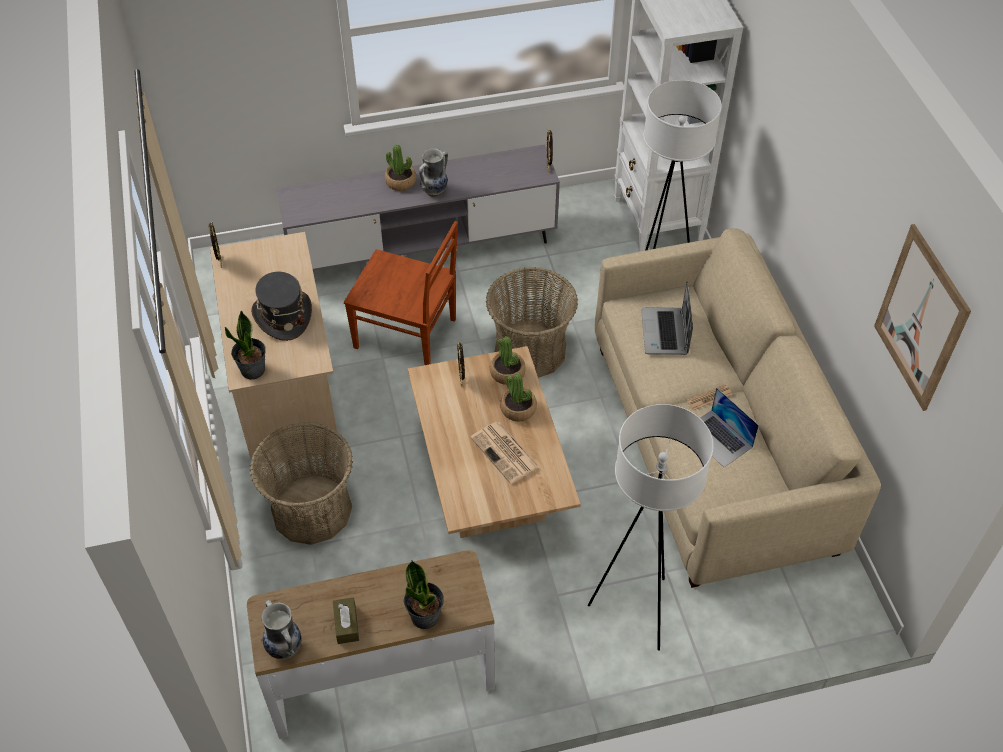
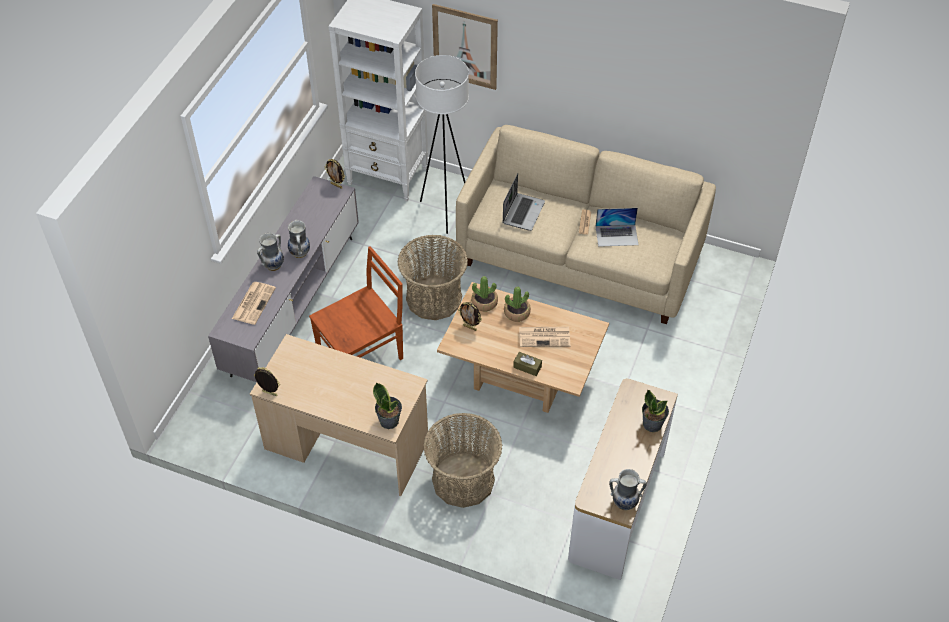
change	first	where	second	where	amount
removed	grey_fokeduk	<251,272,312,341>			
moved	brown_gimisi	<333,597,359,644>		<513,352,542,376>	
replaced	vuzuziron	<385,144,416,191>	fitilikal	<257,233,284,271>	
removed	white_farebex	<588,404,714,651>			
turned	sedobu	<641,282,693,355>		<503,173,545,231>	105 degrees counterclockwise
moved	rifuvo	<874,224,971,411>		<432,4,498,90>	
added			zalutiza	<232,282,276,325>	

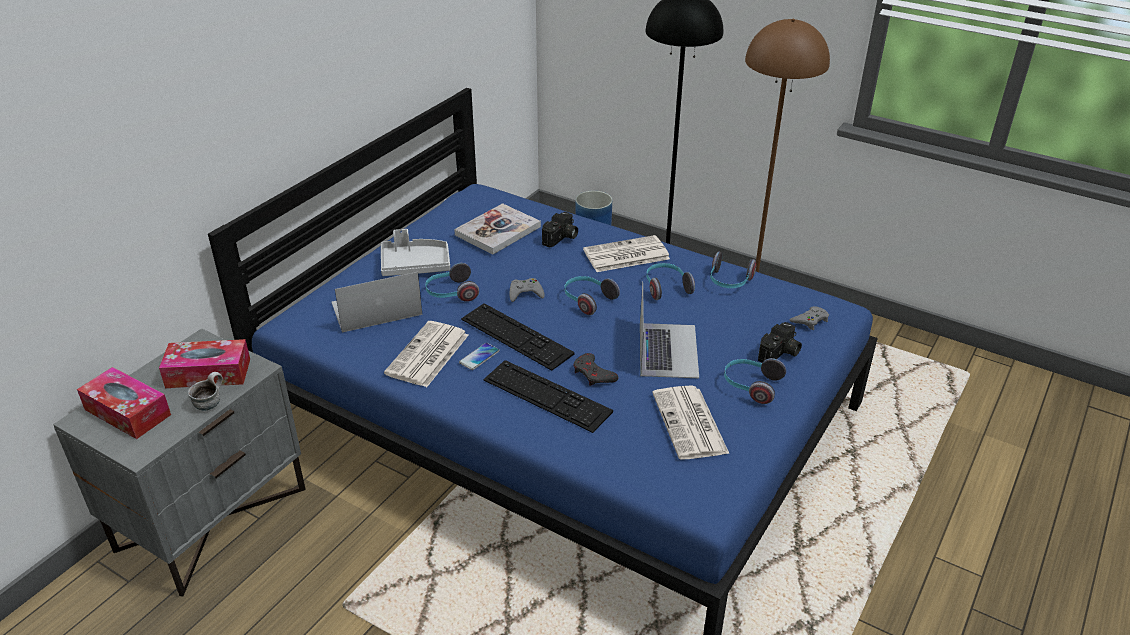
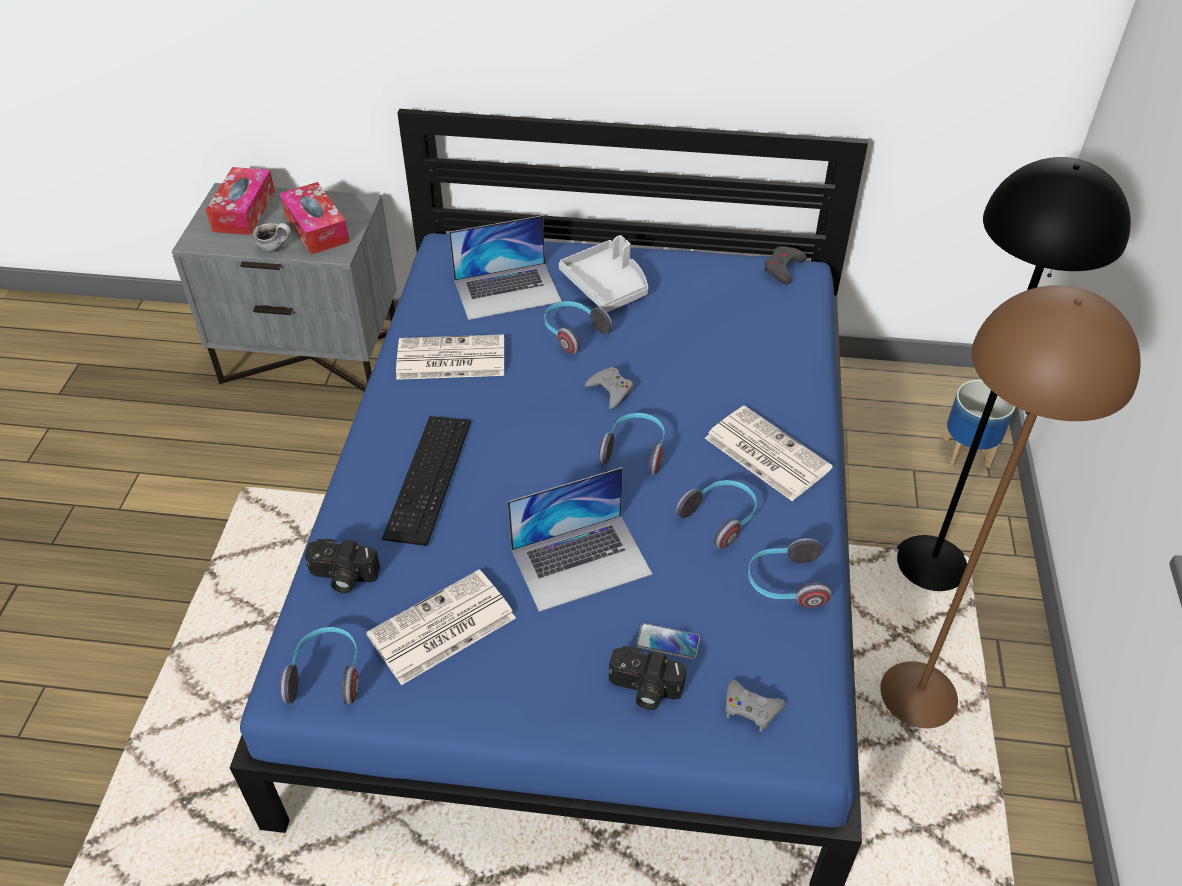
change	first	where	second	where	amount
turned	sedobu	<331,272,422,333>		<449,215,562,320>	120 degrees clockwise
removed	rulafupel	<454,203,541,254>			
moved	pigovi	<459,343,499,370>		<636,623,700,659>	
removed	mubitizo	<461,303,574,371>			
moved	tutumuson	<542,212,578,248>		<304,539,380,593>	
moved	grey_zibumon	<573,353,619,386>		<764,246,807,284>	
moved	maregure	<724,358,786,404>		<280,627,359,705>	

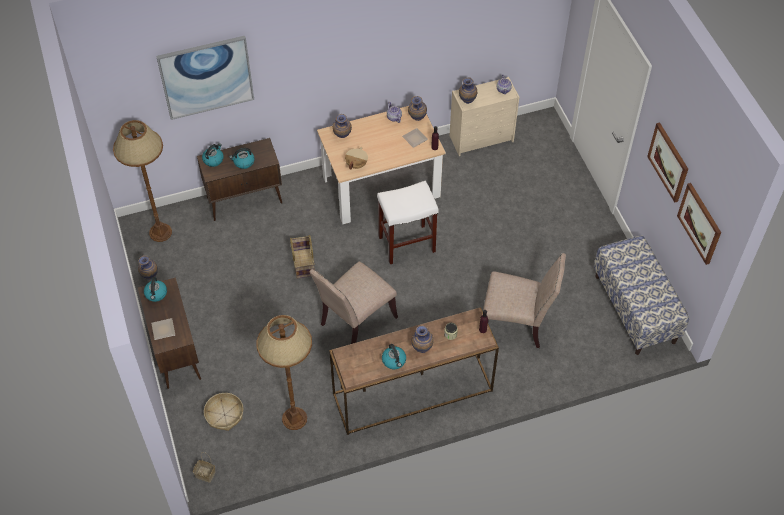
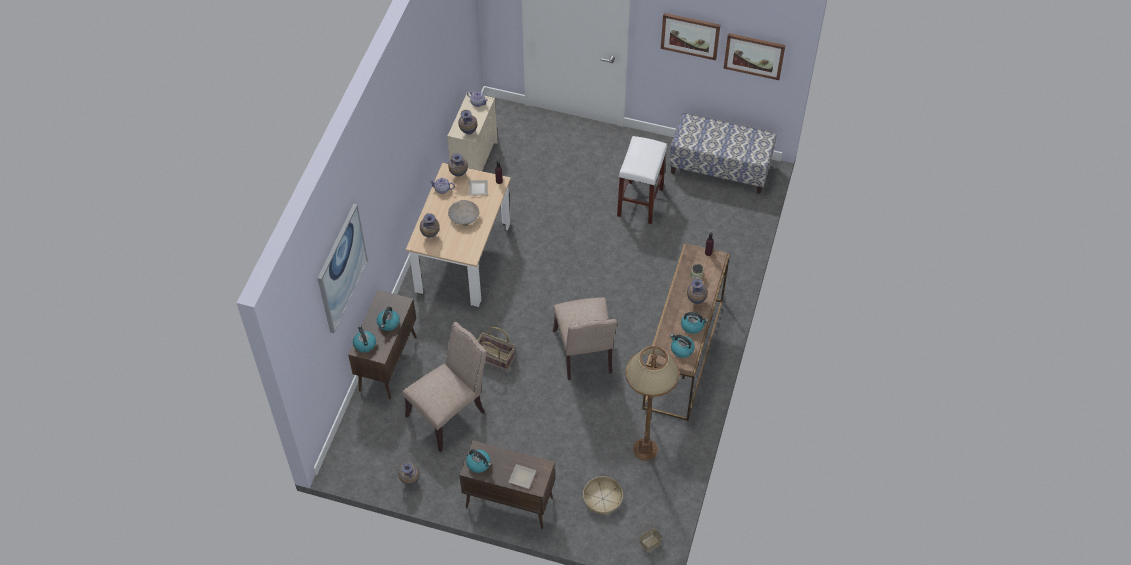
change	first	where	second	where	amount
removed	brown_farebex	<113,120,172,242>			
removed	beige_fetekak	<345,147,368,170>			
moved	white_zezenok	<377,181,439,264>		<617,136,667,224>	
moved	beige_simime	<483,253,566,348>		<403,322,487,452>	
added			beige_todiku	<448,200,479,226>	
added			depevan	<670,334,695,358>	

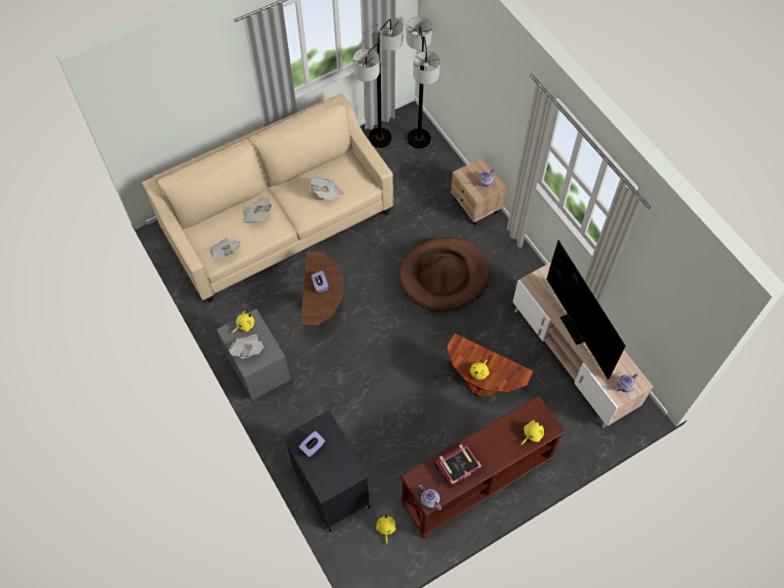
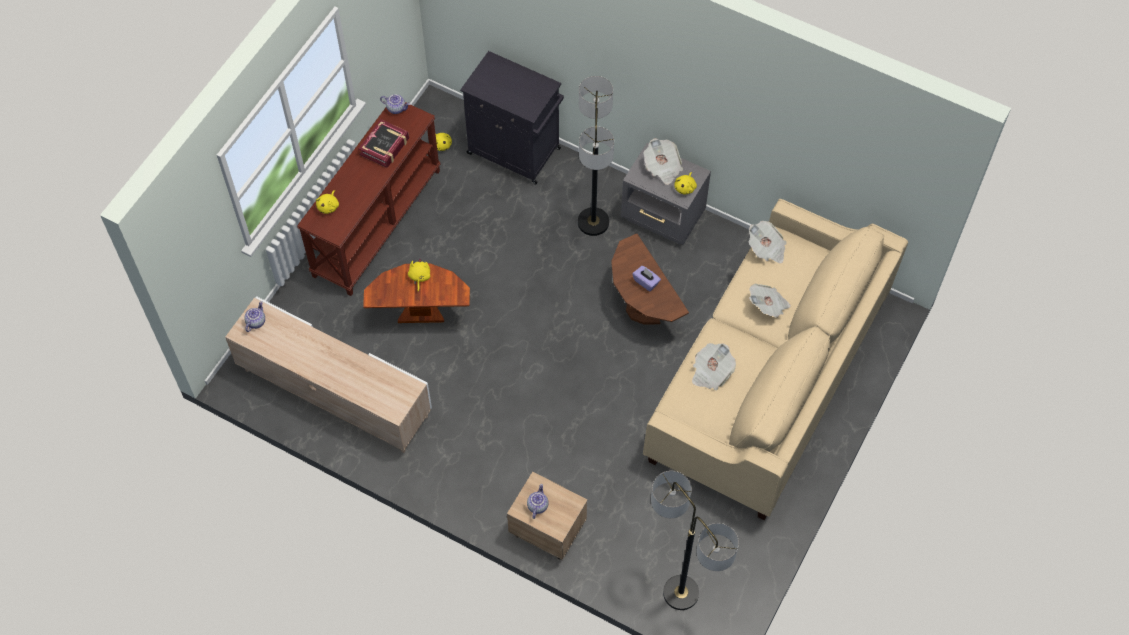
change	first	where	second	where	amount
removed	purple_gimisi	<299,431,325,457>			
moved	farebex	<353,19,403,148>		<578,76,614,236>	
removed	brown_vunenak	<399,237,491,312>			
removed	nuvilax	<547,240,626,379>			

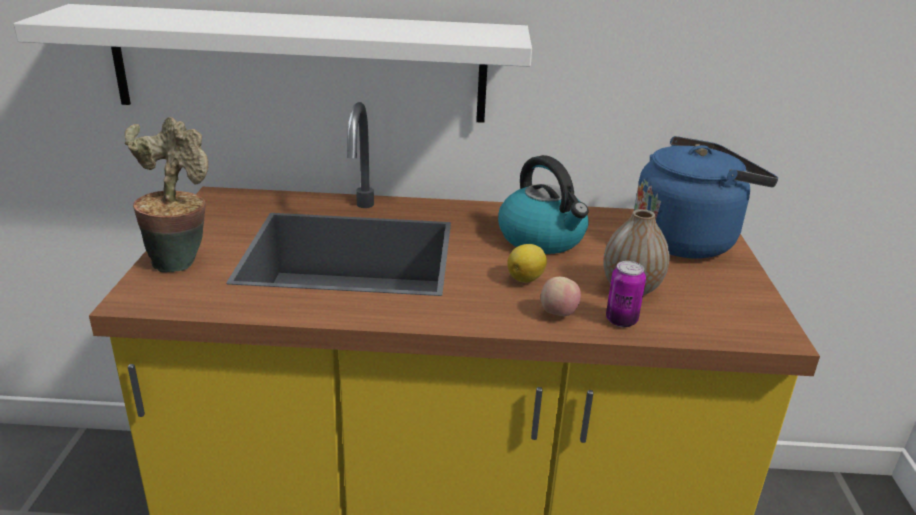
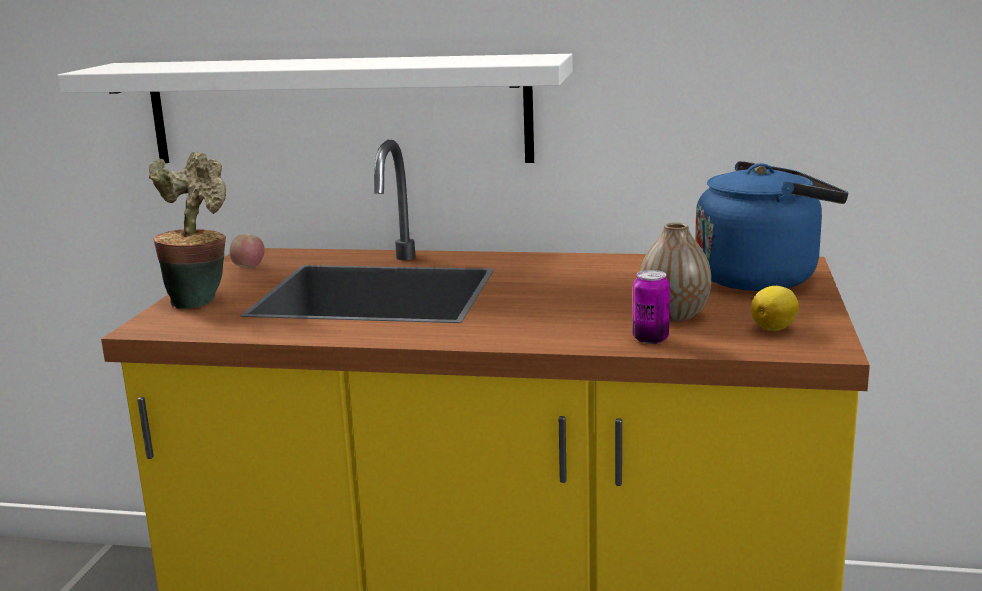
change	first	where	second	where	amount
removed	depevan	<498,155,589,254>			
moved	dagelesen	<507,244,547,283>		<751,286,799,331>	
moved	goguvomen	<541,277,581,316>		<230,234,265,268>	

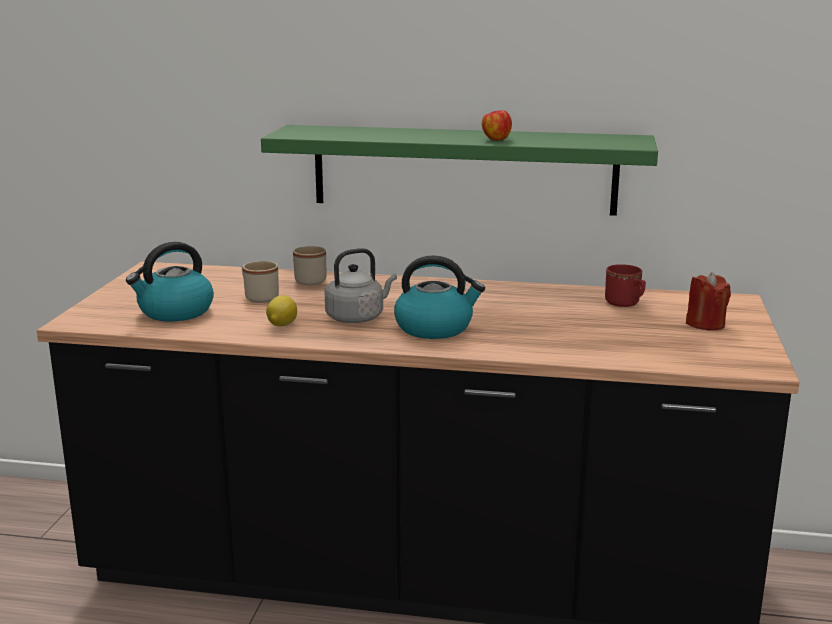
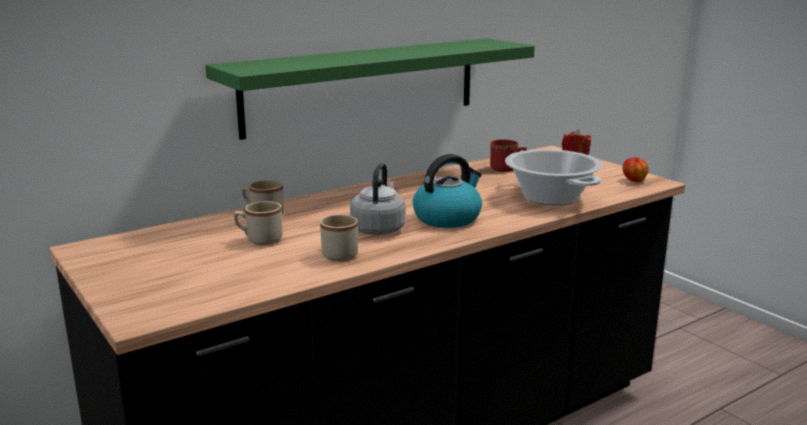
change	first	where	second	where	amount
removed	depevan	<126,242,214,321>			
replaced	dagelesen	<266,295,297,326>	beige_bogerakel	<320,215,358,261>	
moved	goguvomen	<482,110,512,141>		<622,157,648,182>	
added			fetekak	<505,149,603,205>	

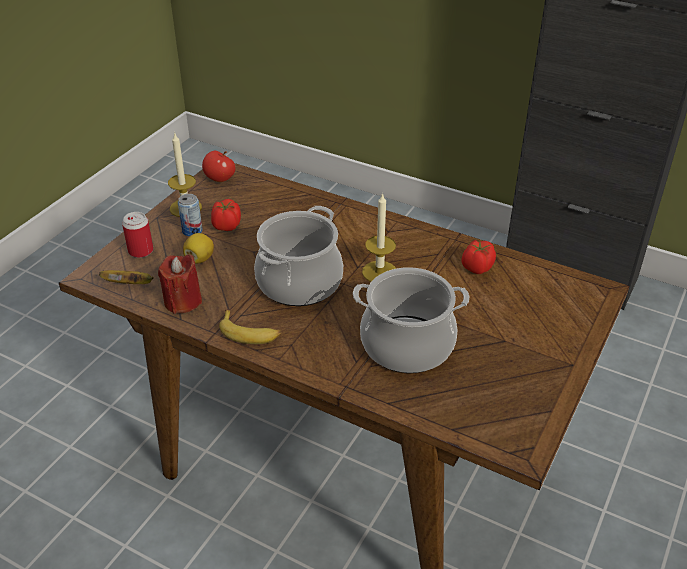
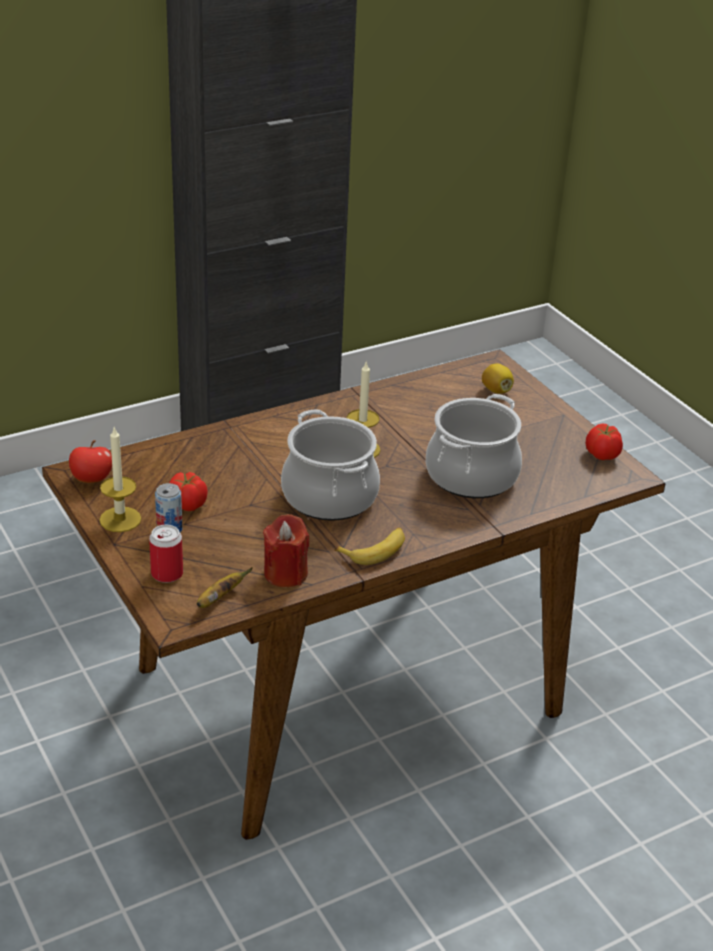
change	first	where	second	where	amount
moved	dagelesen	<183,233,214,264>		<482,363,514,394>	
moved	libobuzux	<461,240,496,274>		<586,424,623,460>	

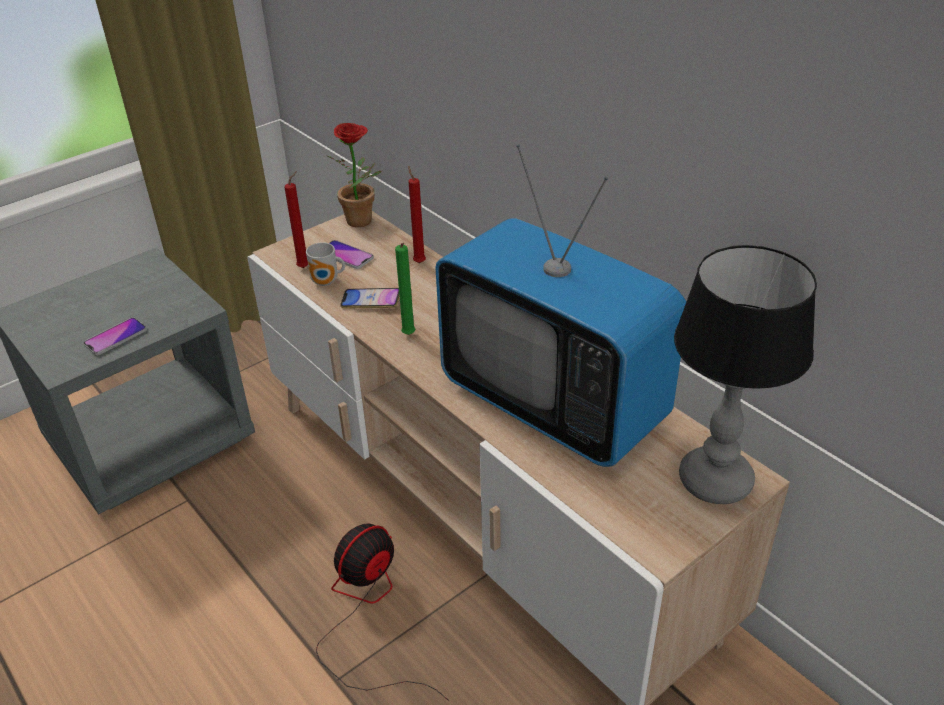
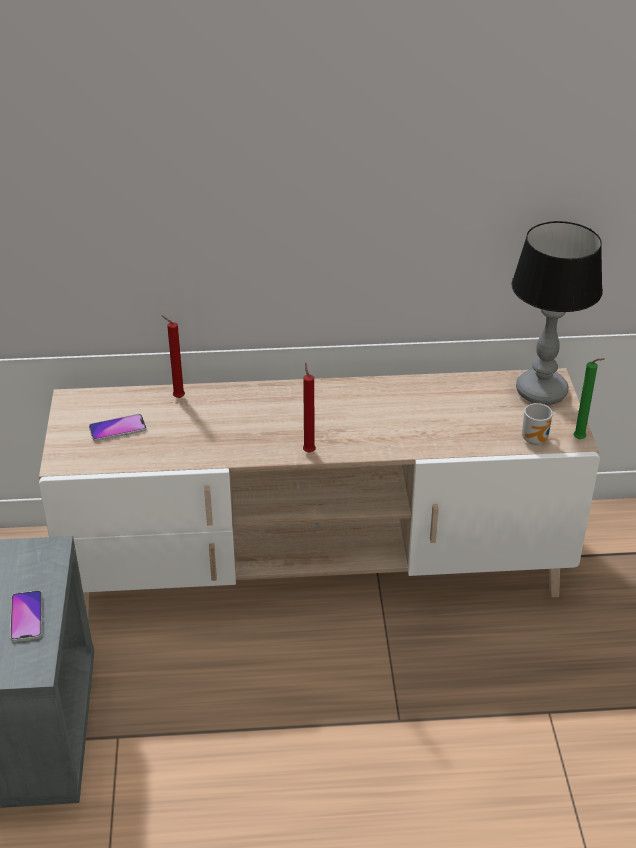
change	first	where	second	where	amount
moved	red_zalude	<285,171,308,268>		<303,362,316,452>	
moved	bogerakel	<306,242,345,286>		<522,403,553,445>	
removed	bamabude	<316,524,449,701>			
removed	vuzuziron	<327,123,381,227>			
removed	pigovi	<340,288,400,309>			
moved	green_zalude	<395,243,415,335>		<573,358,605,439>	
removed	nuvilax	<436,144,686,467>			

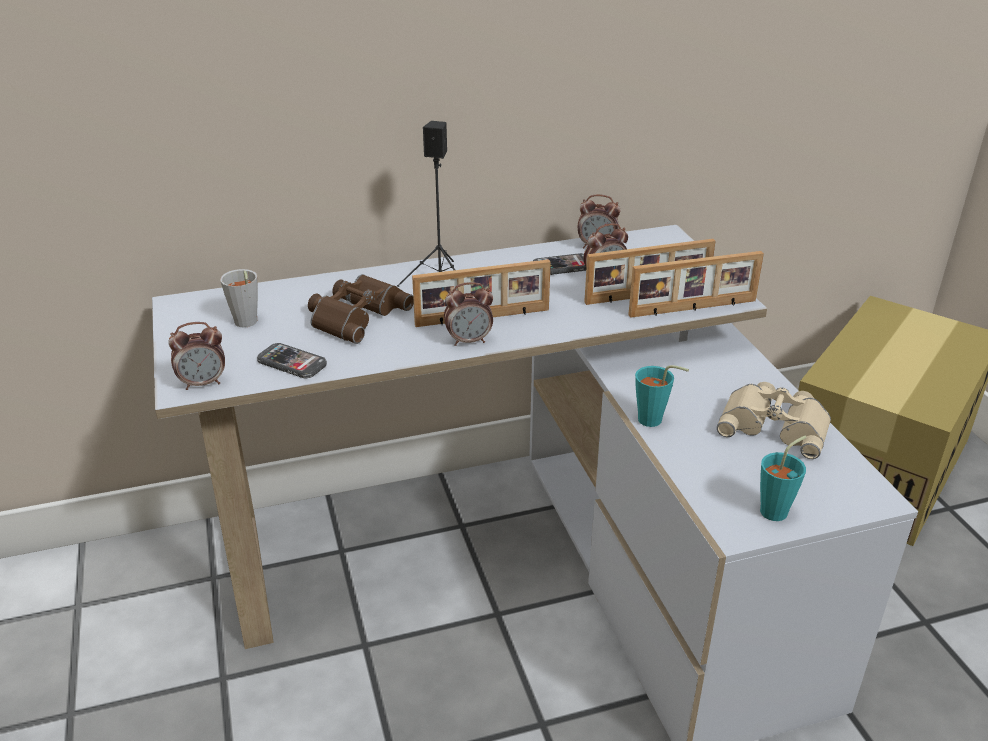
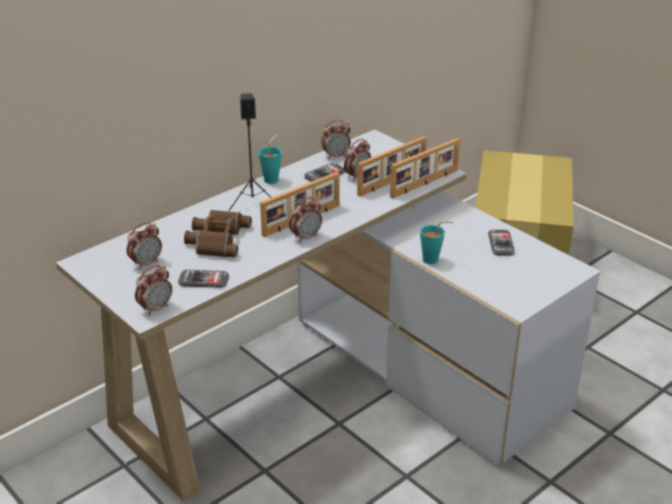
change	first	where	second	where	amount
replaced	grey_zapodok	<220,269,258,327>	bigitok	<127,222,162,270>	
replaced	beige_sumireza	<717,382,831,459>	pigovi	<488,230,515,256>	
moved	turquoise_zapodok	<760,435,807,521>		<259,135,282,184>	

